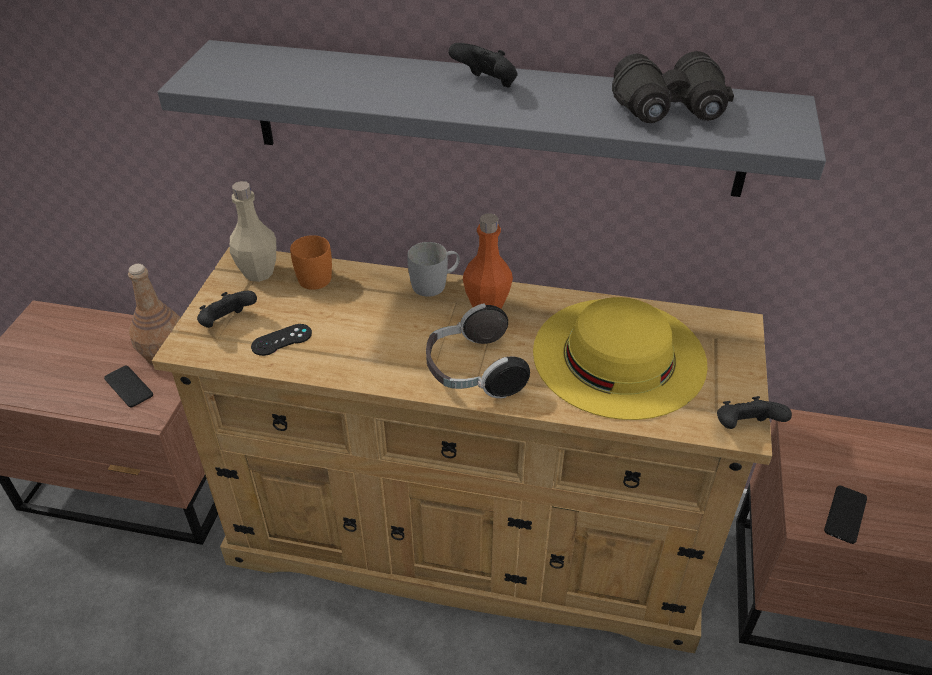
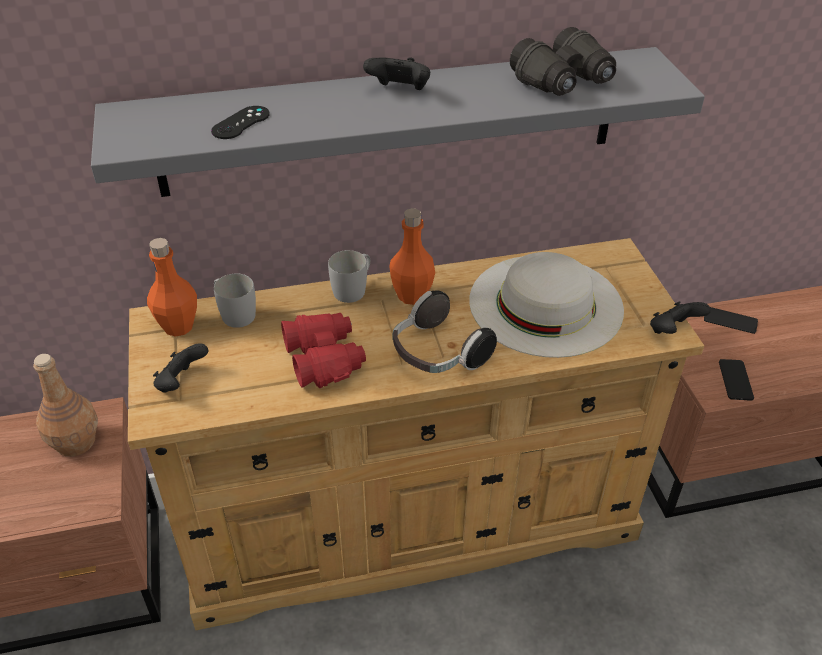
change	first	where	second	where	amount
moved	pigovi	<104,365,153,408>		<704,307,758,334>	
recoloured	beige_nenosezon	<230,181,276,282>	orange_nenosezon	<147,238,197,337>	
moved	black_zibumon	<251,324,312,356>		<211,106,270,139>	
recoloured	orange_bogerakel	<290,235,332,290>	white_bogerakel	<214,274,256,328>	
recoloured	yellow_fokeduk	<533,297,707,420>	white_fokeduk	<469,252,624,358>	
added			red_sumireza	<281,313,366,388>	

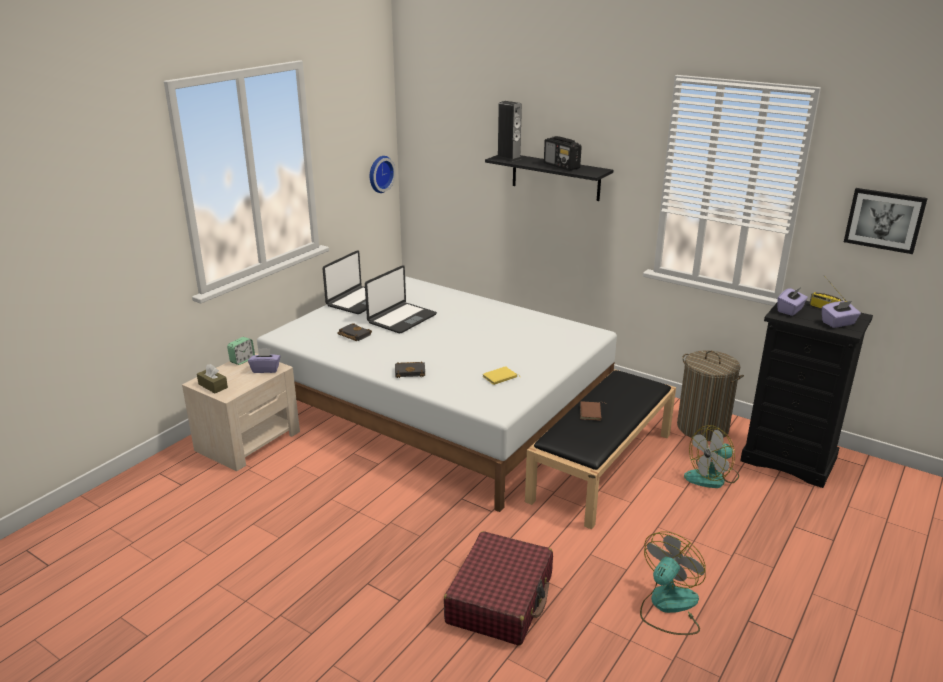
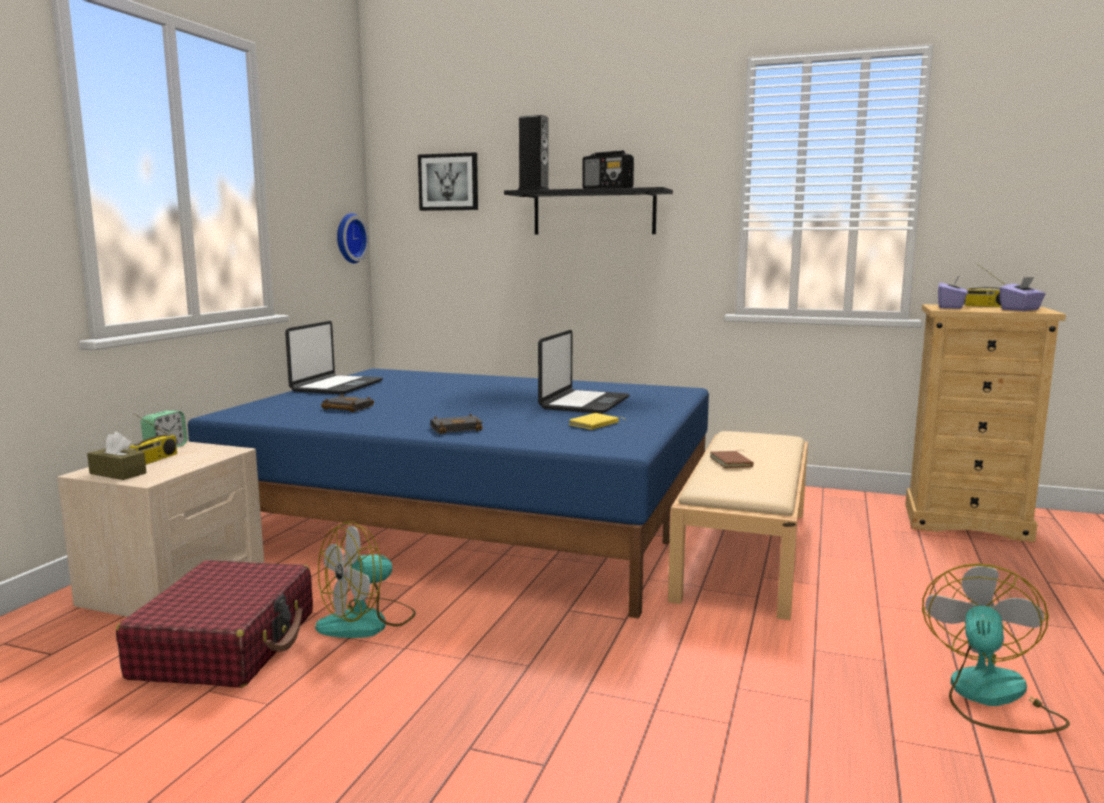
change	first	where	second	where	amount
removed	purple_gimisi	<248,348,281,373>			
recoloured	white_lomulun	<257,276,617,512>	blue_lomulun	<188,368,709,619>	
moved	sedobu	<365,265,437,333>		<538,330,630,414>	
moved	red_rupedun	<444,531,553,646>		<116,560,313,688>	
recoloured	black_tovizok	<525,369,676,529>	beige_tovizok	<668,431,808,620>	
removed	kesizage	<677,350,744,441>			
moved	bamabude	<684,425,739,488>		<315,521,416,638>	
recoloured	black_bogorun	<740,301,873,488>	beige_bogorun	<905,304,1066,542>	
moved	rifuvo	<844,188,928,254>		<418,152,478,211>	
added			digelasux	<129,413,177,465>	

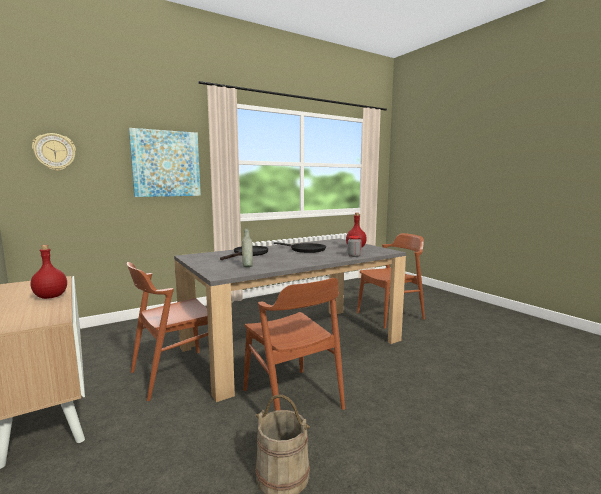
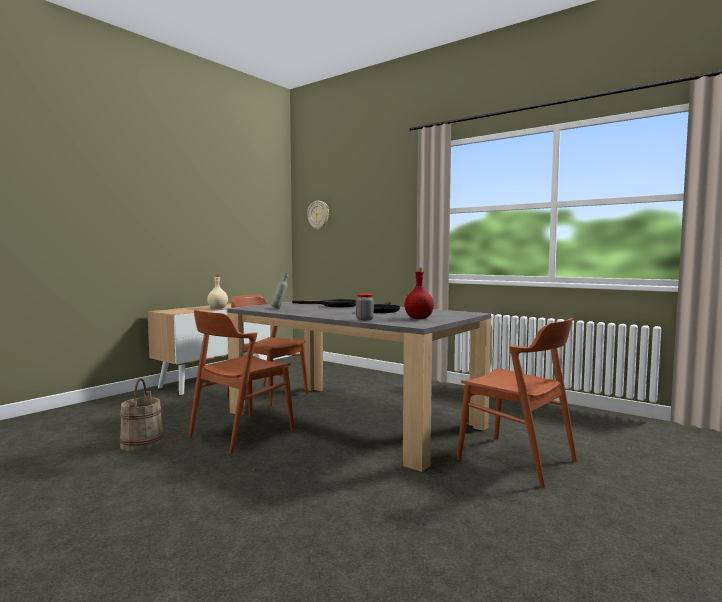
change	first	where	second	where	amount
recoloured	red_nenosezon	<31,245,67,299>	beige_nenosezon	<207,274,228,309>	
removed	rifuvo	<129,128,201,197>			

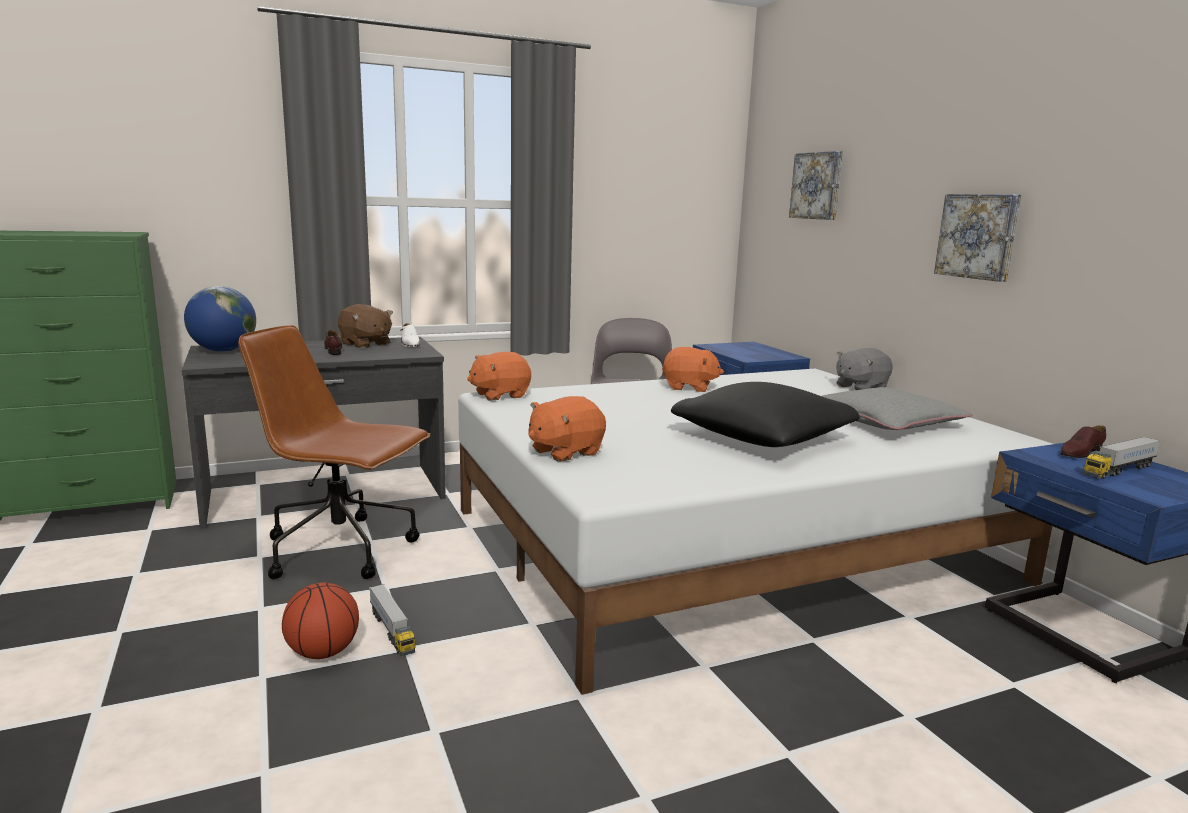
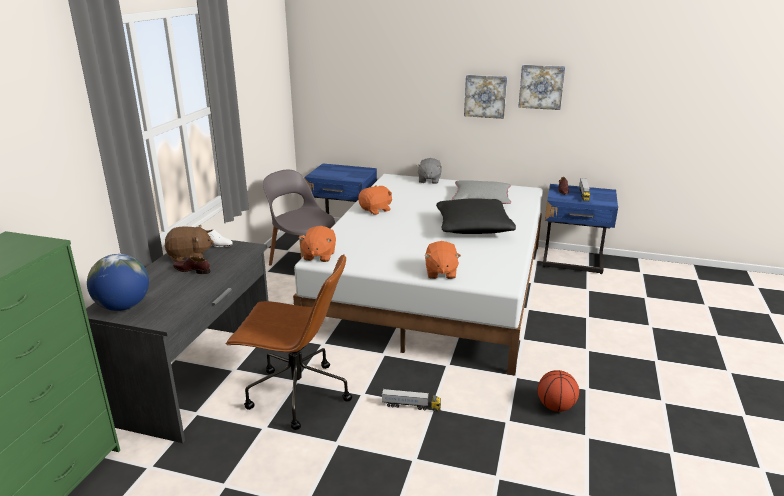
change	first	where	second	where	amount
turned	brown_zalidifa	<238,325,430,579>		<226,254,352,430>	135 degrees counterclockwise
moved	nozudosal	<282,583,359,659>		<537,370,579,412>	
moved	rifuvo	<789,151,843,220>		<518,65,565,110>	

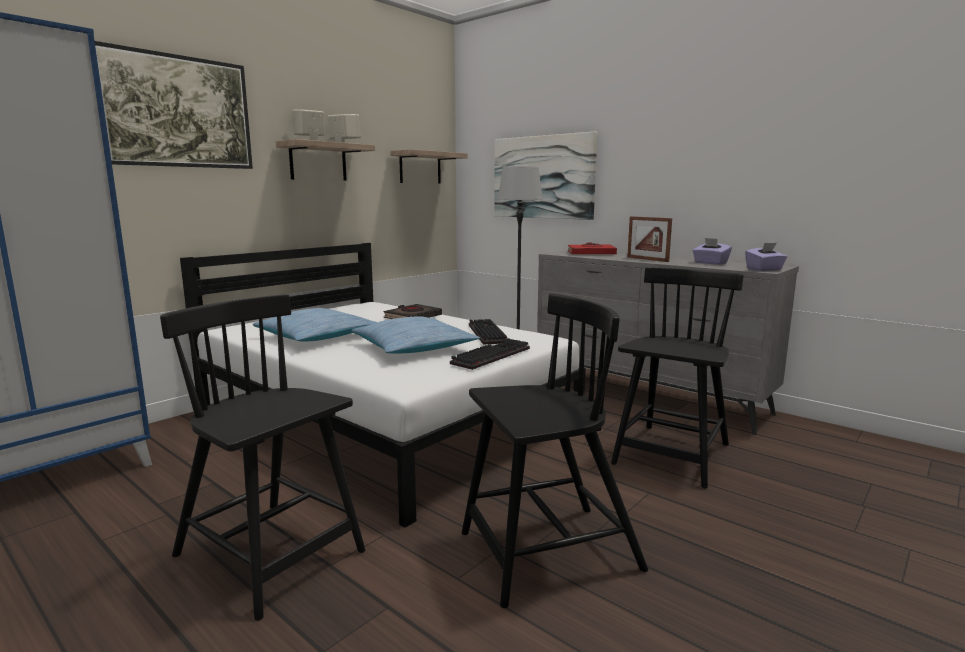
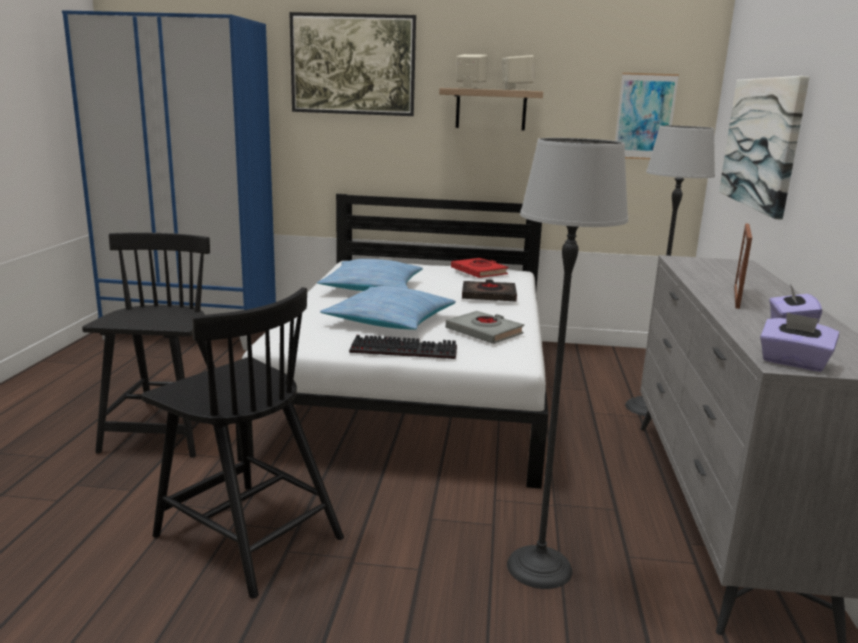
change	first	where	second	where	amount
replaced	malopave	<390,149,467,184>	rifuvo	<615,73,679,159>	
replaced	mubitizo	<469,319,507,345>	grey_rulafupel	<446,311,524,344>	
moved	red_rulafupel	<568,243,617,254>		<451,258,508,278>	
replaced	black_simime	<611,267,743,489>	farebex	<507,138,628,589>	

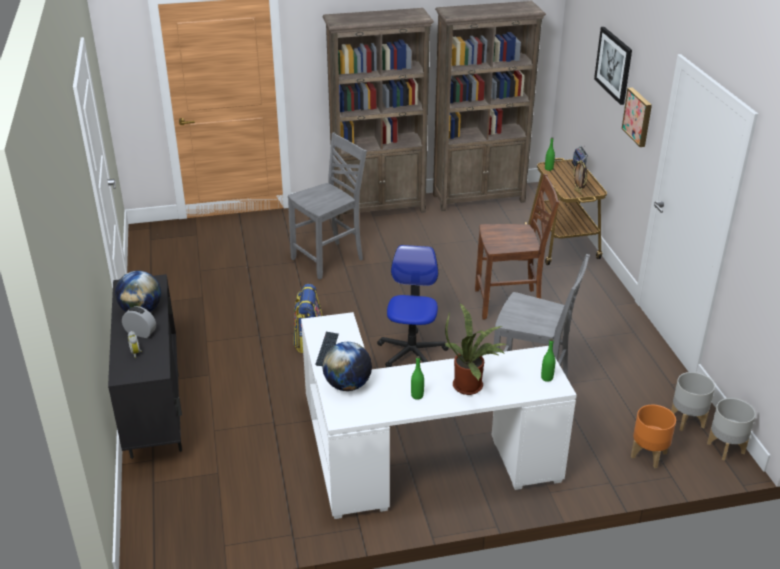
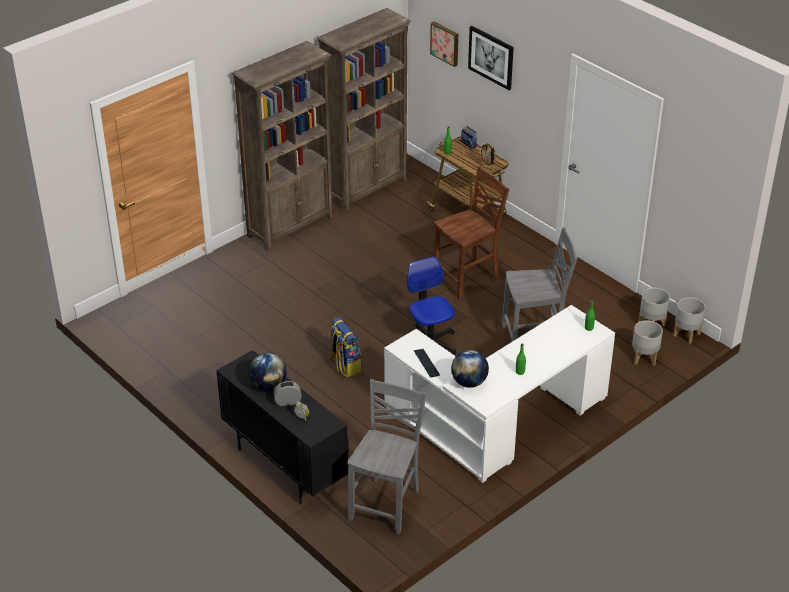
change	first	where	second	where	amount
moved	grey_simime	<288,132,367,280>		<347,379,427,534>	
removed	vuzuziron	<445,304,507,395>			
moved	rifuvo	<622,87,652,147>		<430,21,458,67>	
recoloured	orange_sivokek	<631,405,676,468>	grey_sivokek	<632,320,663,366>	

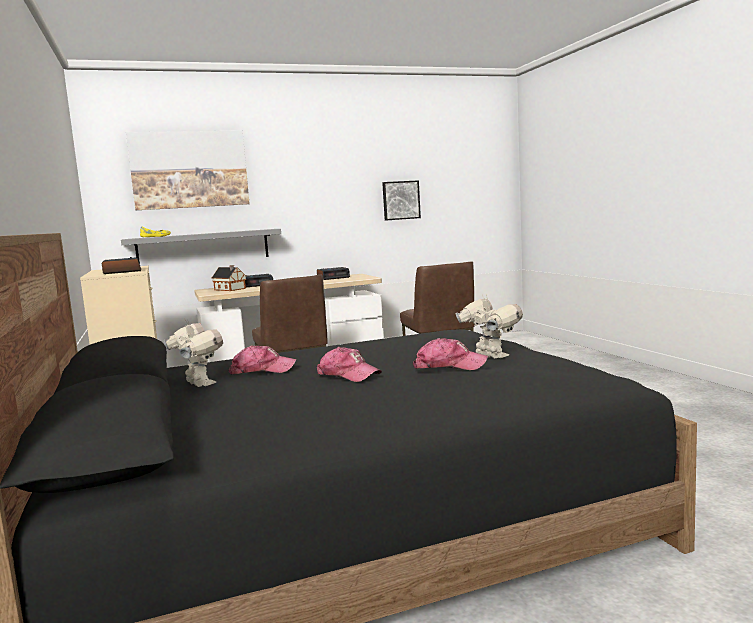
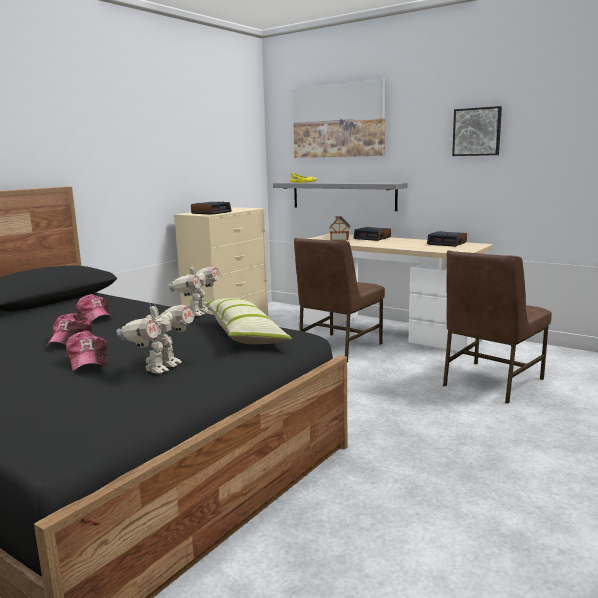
change	first	where	second	where	amount
moved	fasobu	<164,319,223,387>		<168,262,220,316>	
moved	rifuvo	<382,180,421,221>		<452,106,502,156>	
added			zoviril	<203,298,292,344>	

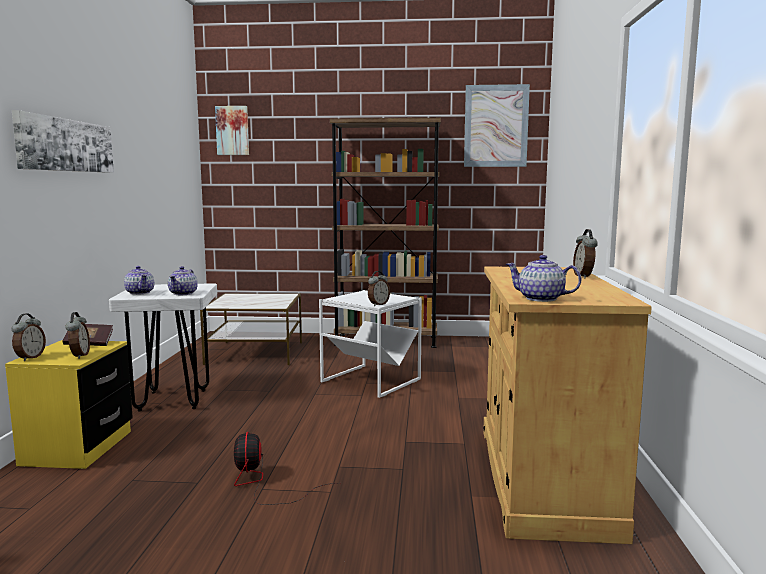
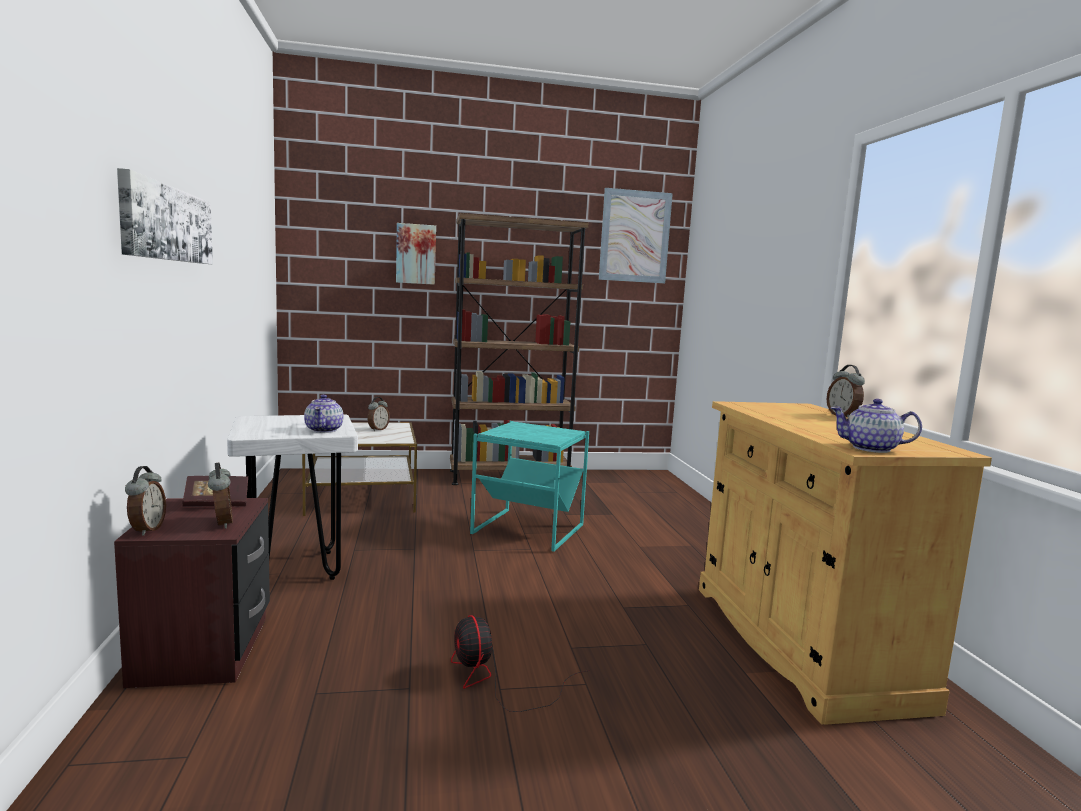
change	first	where	second	where	amount
recoloured	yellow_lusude	<5,340,133,469>	brown_lusude	<114,498,270,688>	
removed	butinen	<124,266,154,295>			
moved	rifuvo	<215,106,249,155>		<396,223,436,285>	
recoloured	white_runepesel	<319,290,422,398>	turquoise_runepesel	<470,421,589,552>	
moved	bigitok	<368,271,390,306>		<368,397,390,431>	

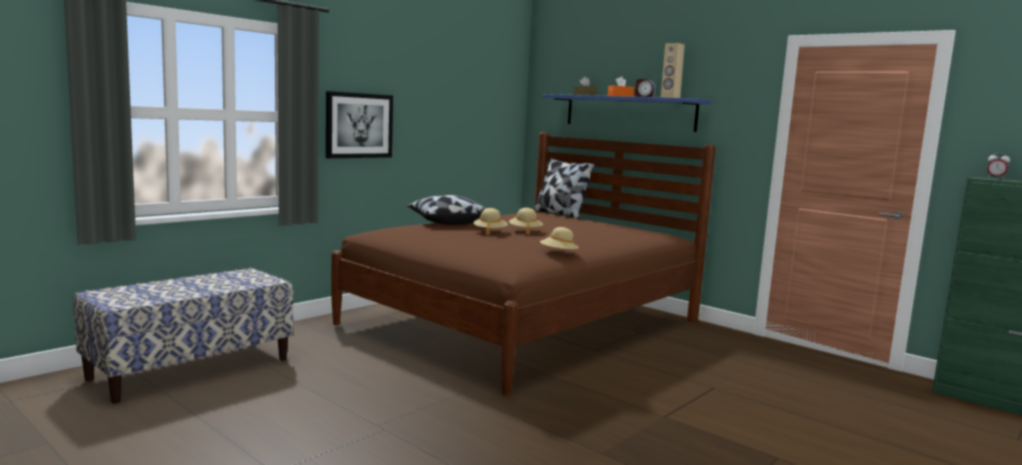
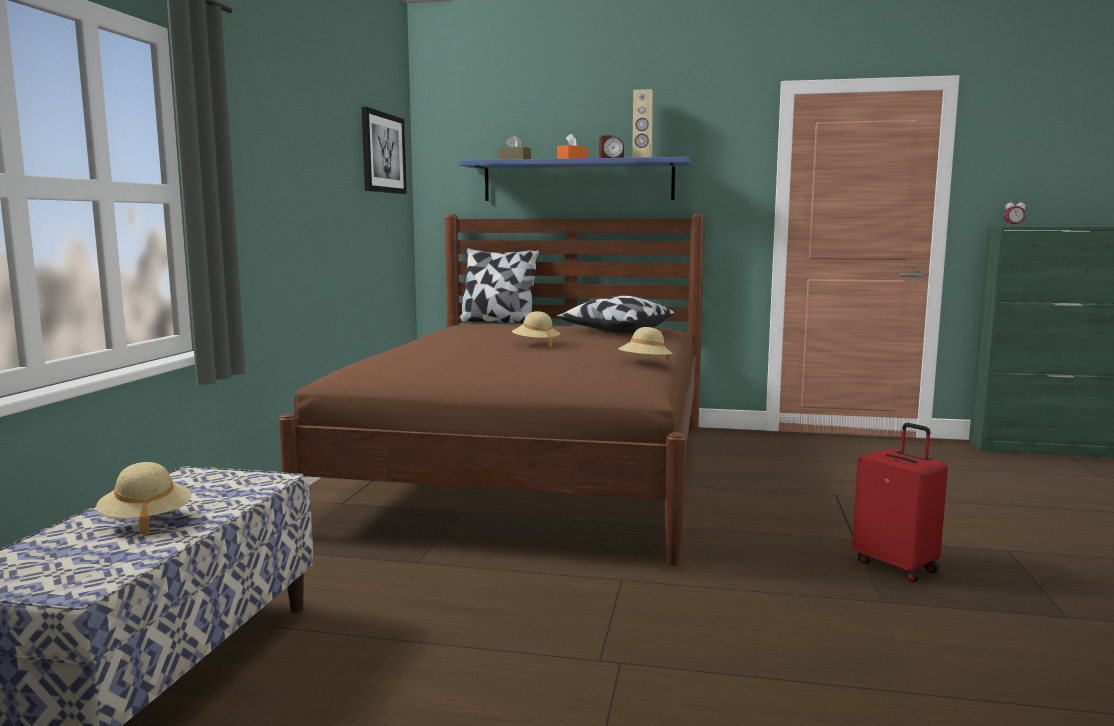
change	first	where	second	where	amount
moved	rifuvo	<326,91,393,158>		<362,107,407,194>	
moved	zoviril	<407,195,486,225>		<556,296,675,333>	
moved	beige_fokeduk	<473,208,508,235>		<97,462,191,535>	
added			red_rupedun	<852,423,948,582>	

